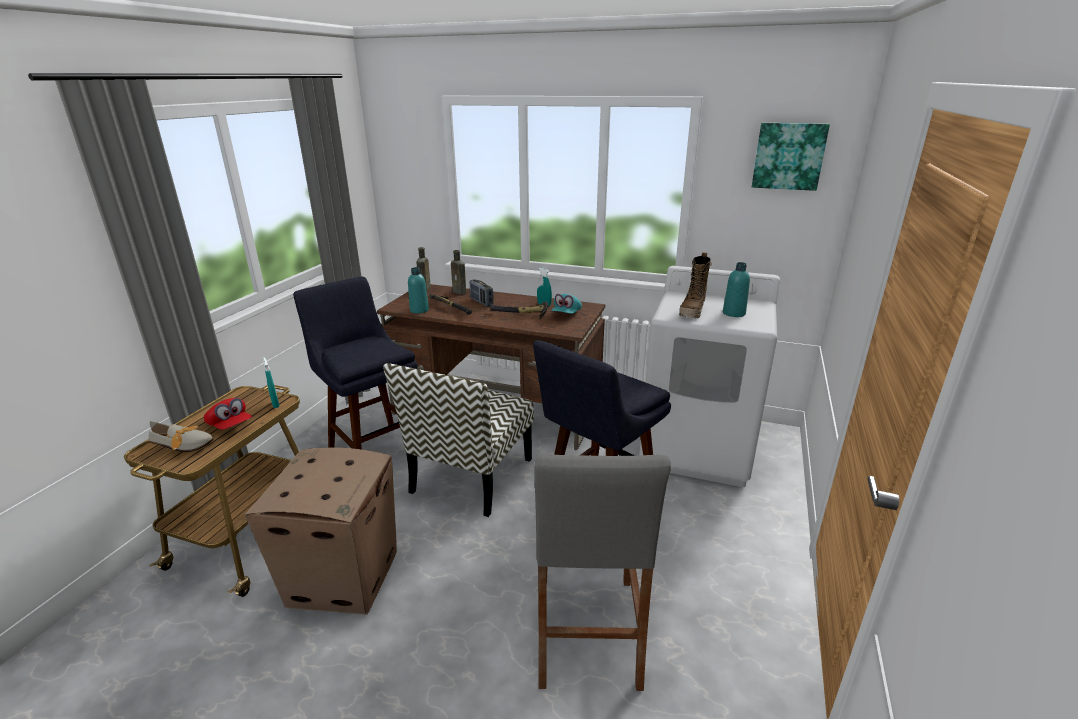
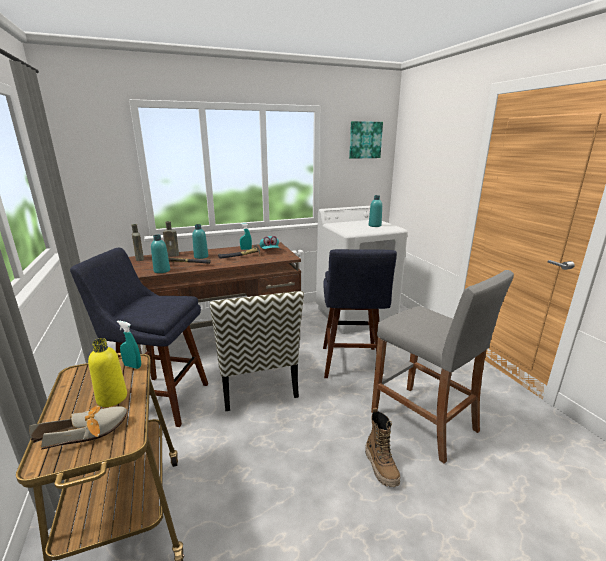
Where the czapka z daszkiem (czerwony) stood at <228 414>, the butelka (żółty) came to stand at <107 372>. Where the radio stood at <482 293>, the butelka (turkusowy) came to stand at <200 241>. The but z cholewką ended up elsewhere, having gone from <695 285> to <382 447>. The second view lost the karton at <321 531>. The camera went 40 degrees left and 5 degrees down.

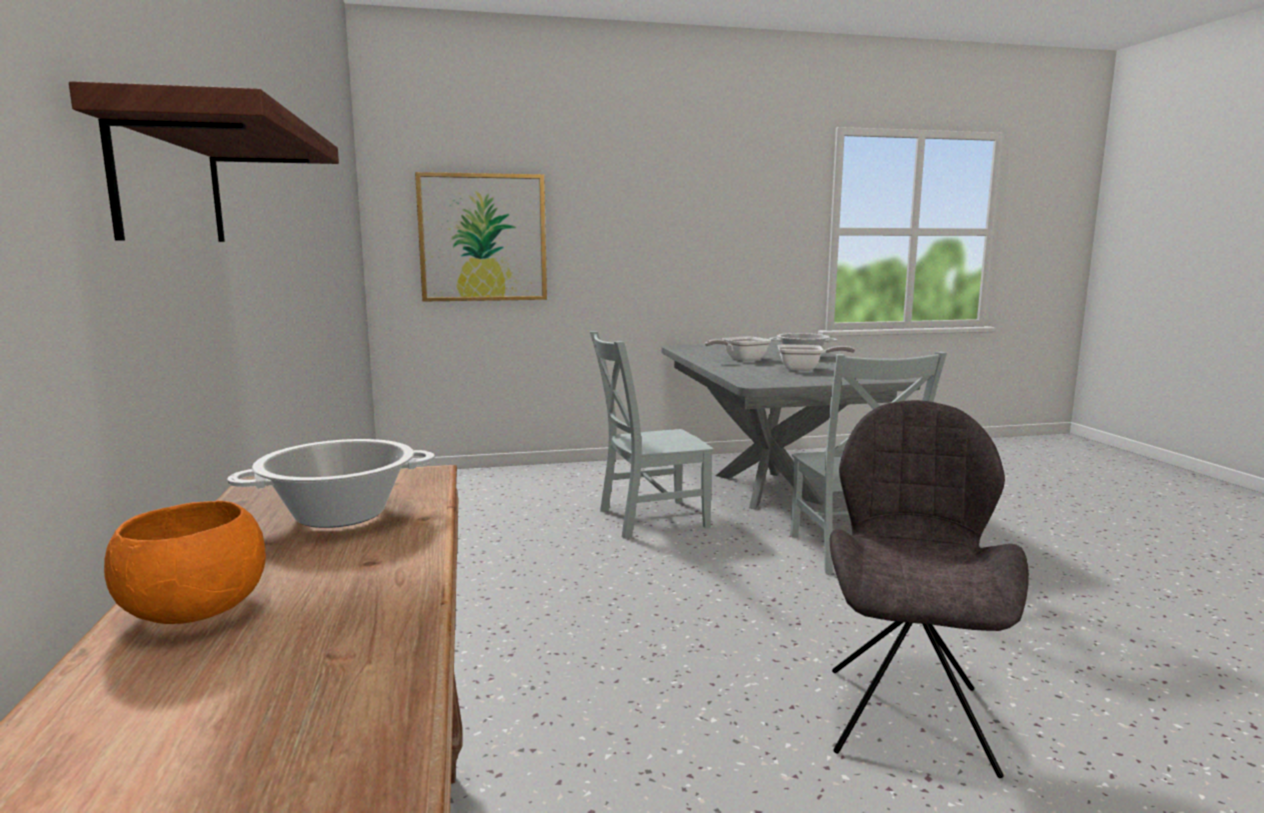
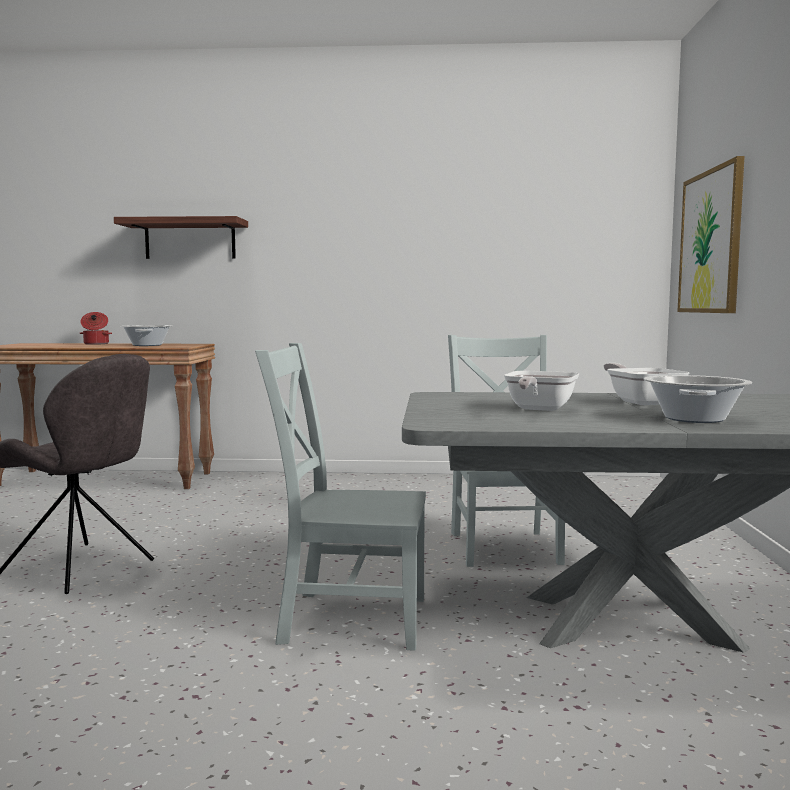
Where the miska (pomarańczowy) stood at <185 562>, the garnek came to stand at <96 328>. The camera went 105 degrees right and 5 degrees down.

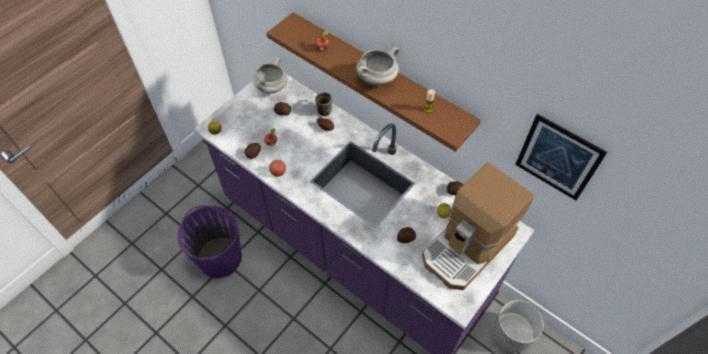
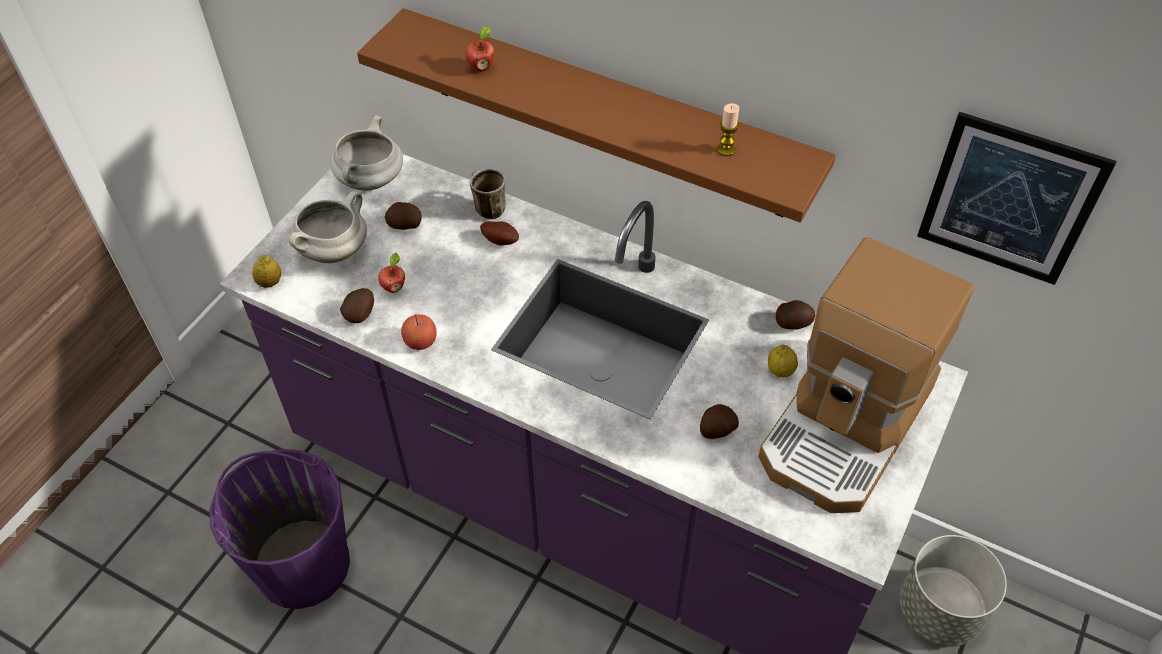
The garnek (biały) ended up elsewhere, having gone from <377 66> to <328 226>. The camera went 10 degrees left and 5 degrees down.

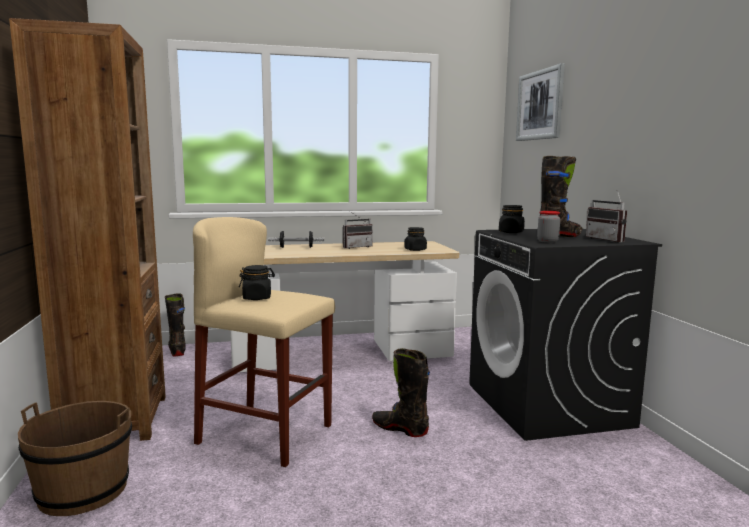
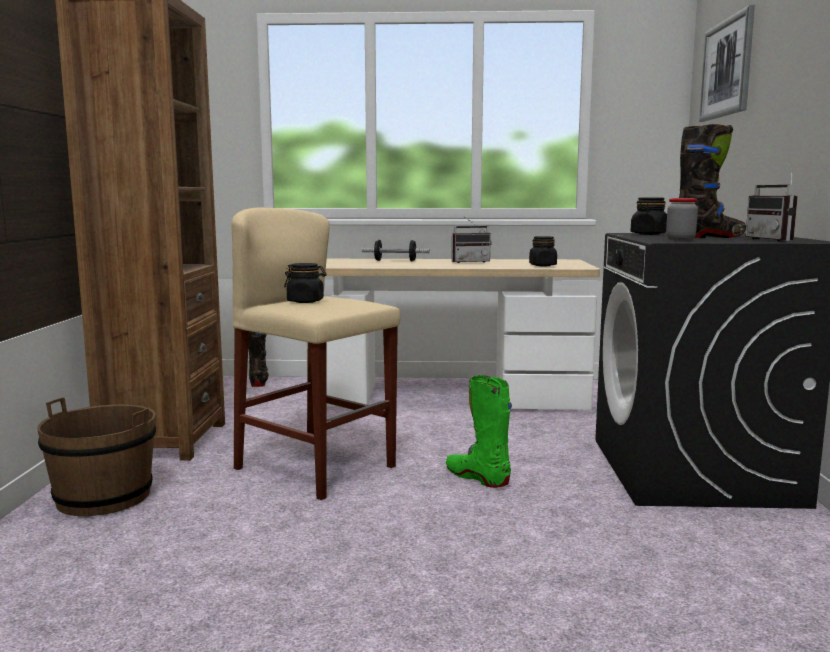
What was the but z cholewką (czarny) at <401 392> turned into the but z cholewką (zielony) at <479 431>. The camera went 15 degrees right and 0 degrees up.

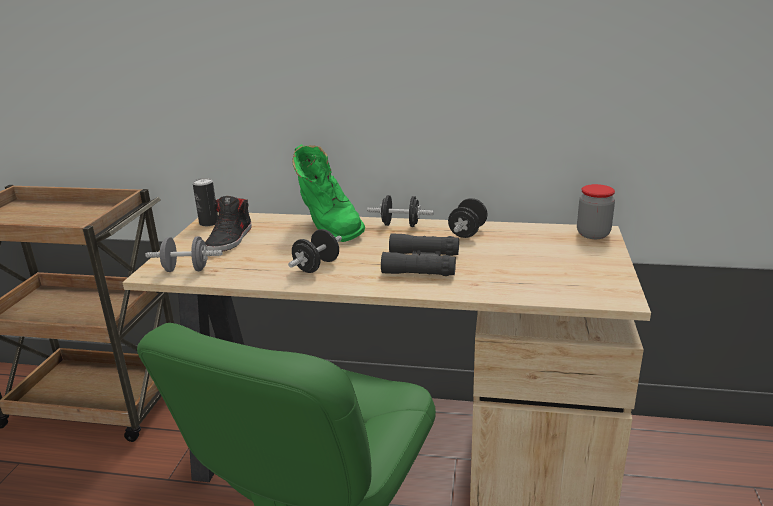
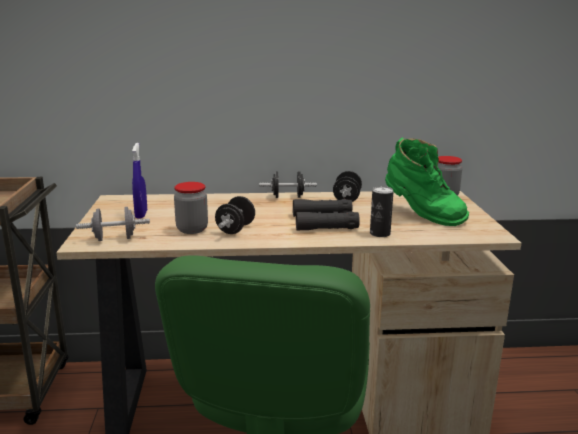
Where the but (czarny) stood at <228 224>, the spryskiwacz (niebieski) came to stand at <139 181>. The second view gained the słoik at <191 208>. The puszka ended up elsewhere, having gone from <205 202> to <382 211>. The but z cholewką (zielony) ended up elsewhere, having gone from <328 193> to <427 182>. The camera went 15 degrees left and 5 degrees down.

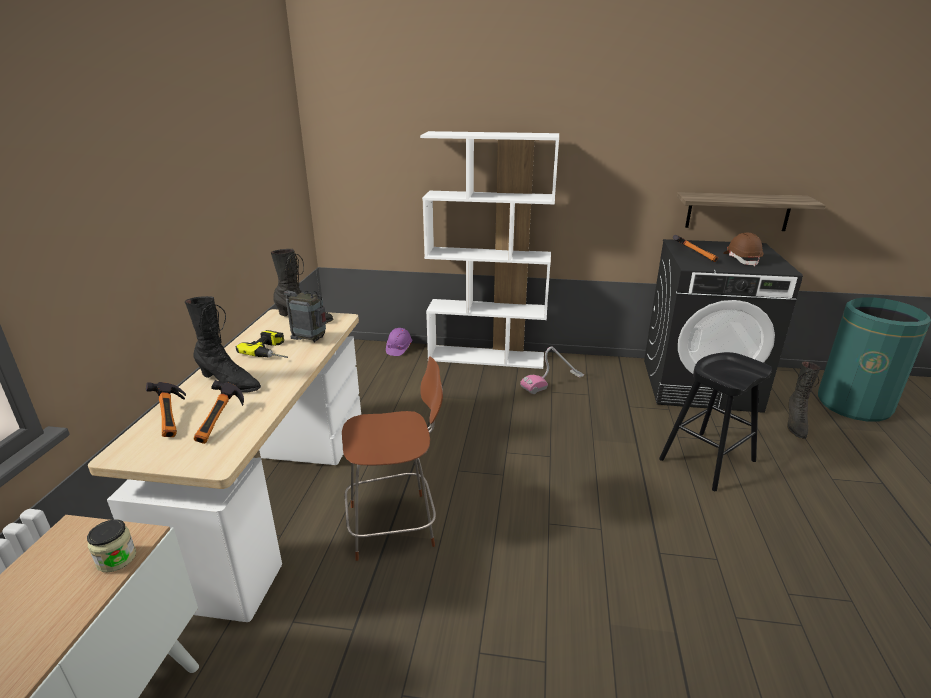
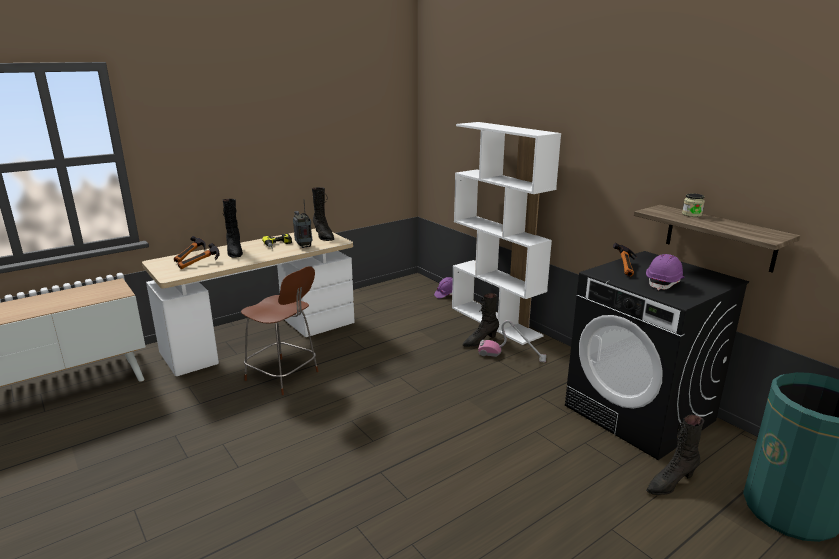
The second view gained the but z cholewką (czarny) at <480 320>. What was the kask (brązowy) at <743 250> turned into the kask (fioletowy) at <665 272>. The słoik ended up elsewhere, having gone from <111 545> to <693 205>. The second view lost the stołek (czarny) at <715 421>. The camera went 45 degrees right and 5 degrees down.

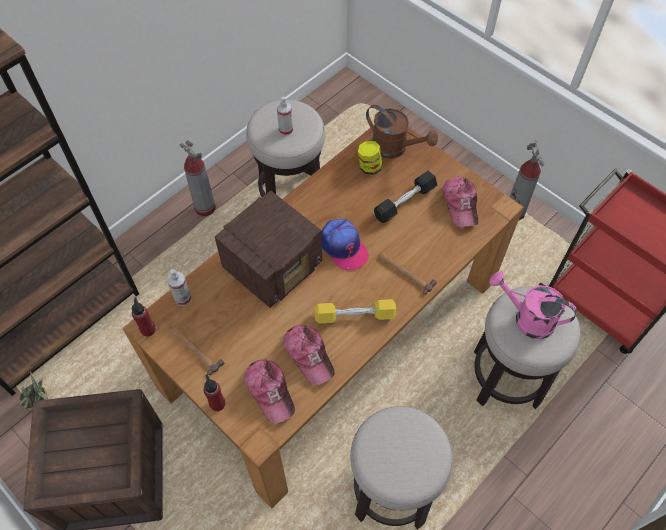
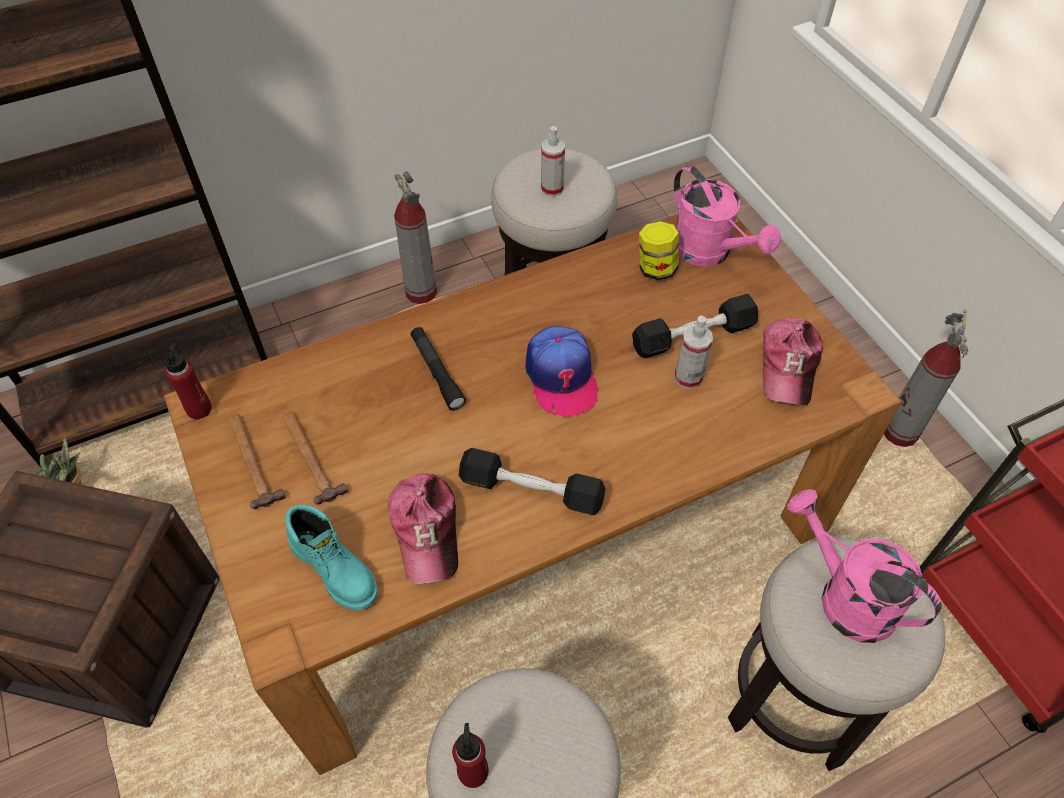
The młotek ended up elsewhere, having gone from <407 273> to <315 458>. Where the czapka z daszkiem stood at <269 391>, the but z cholewką (turkusowy) came to stand at <331 557>. Where the radio stood at <268 249>, the latarka (czarny) came to stand at <438 369>. The butelka (czerwony) ended up elsewhere, having gone from <214 393> to <470 755>. What was the hantel (żółty) at <355 311> turned into the hantel (czarny) at <532 481>. What was the konewka (brązowy) at <402 132> turned into the konewka (różowy) at <727 216>. The spryskiwacz ended up elsewhere, having gone from <179 287> to <694 352>. The camera went 20 degrees right and 5 degrees down.

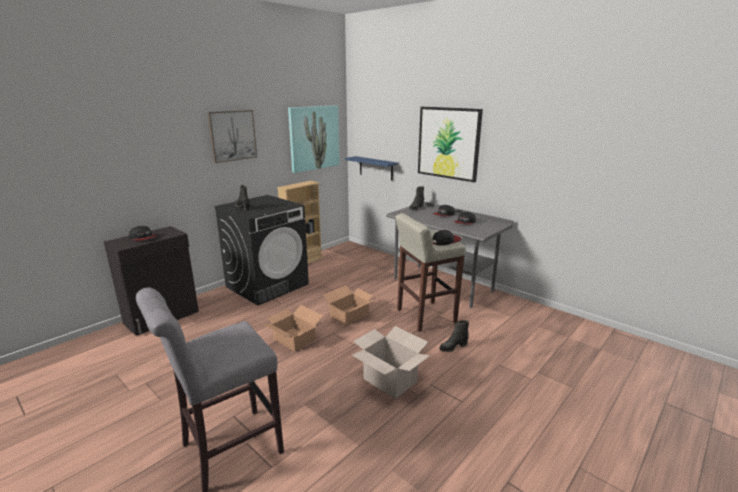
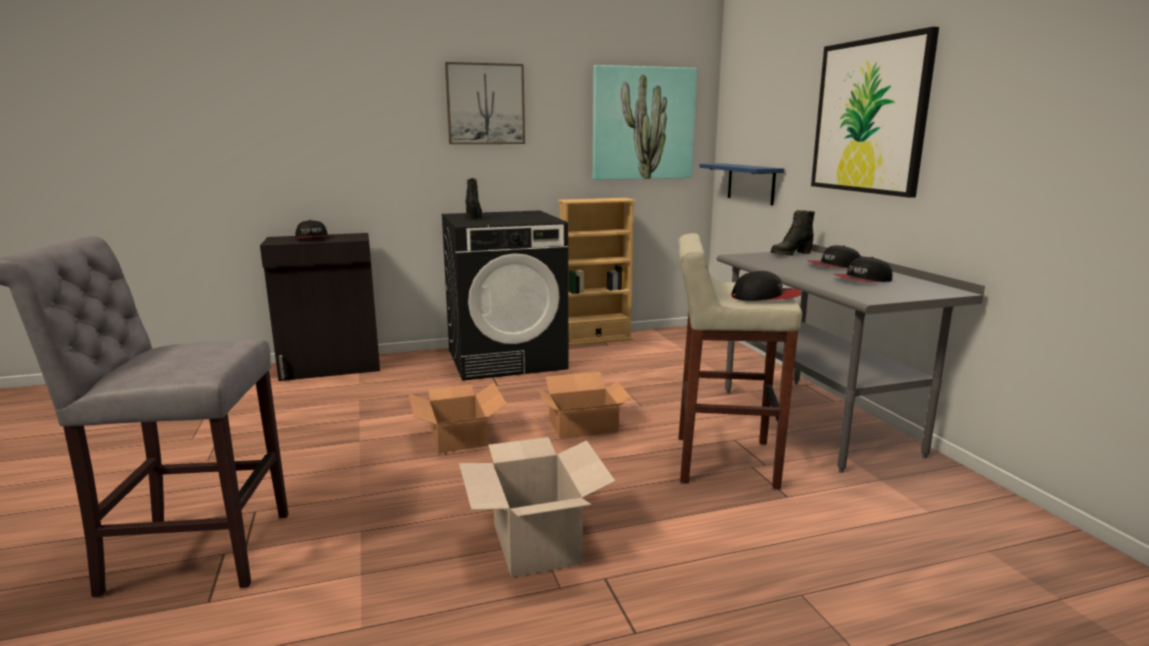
The second view lost the but z cholewką (czarny) at <454 336>. The camera went 30 degrees right and 5 degrees down.

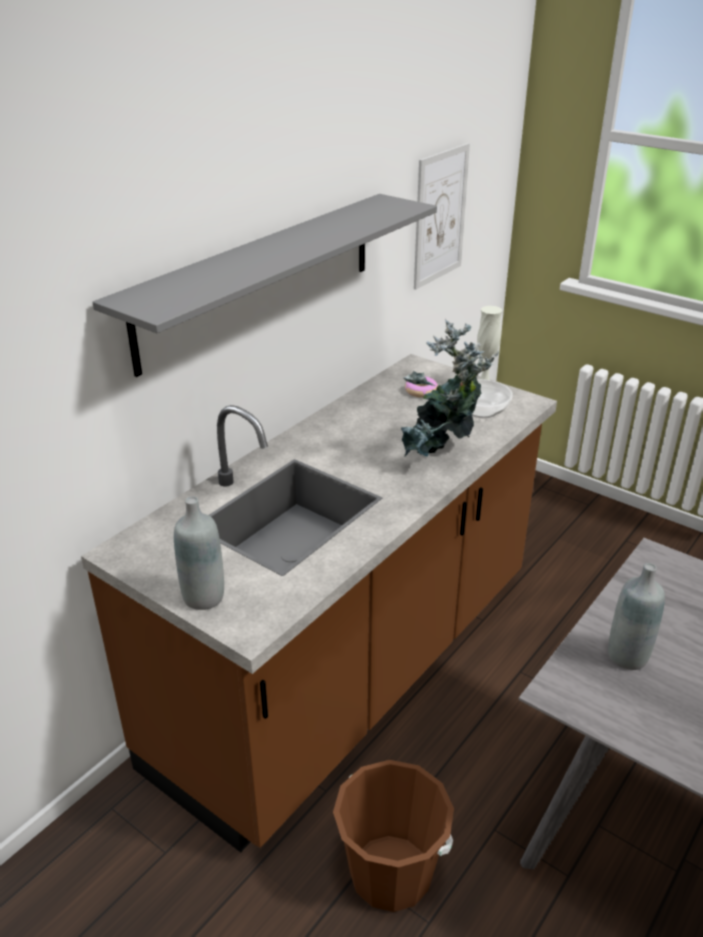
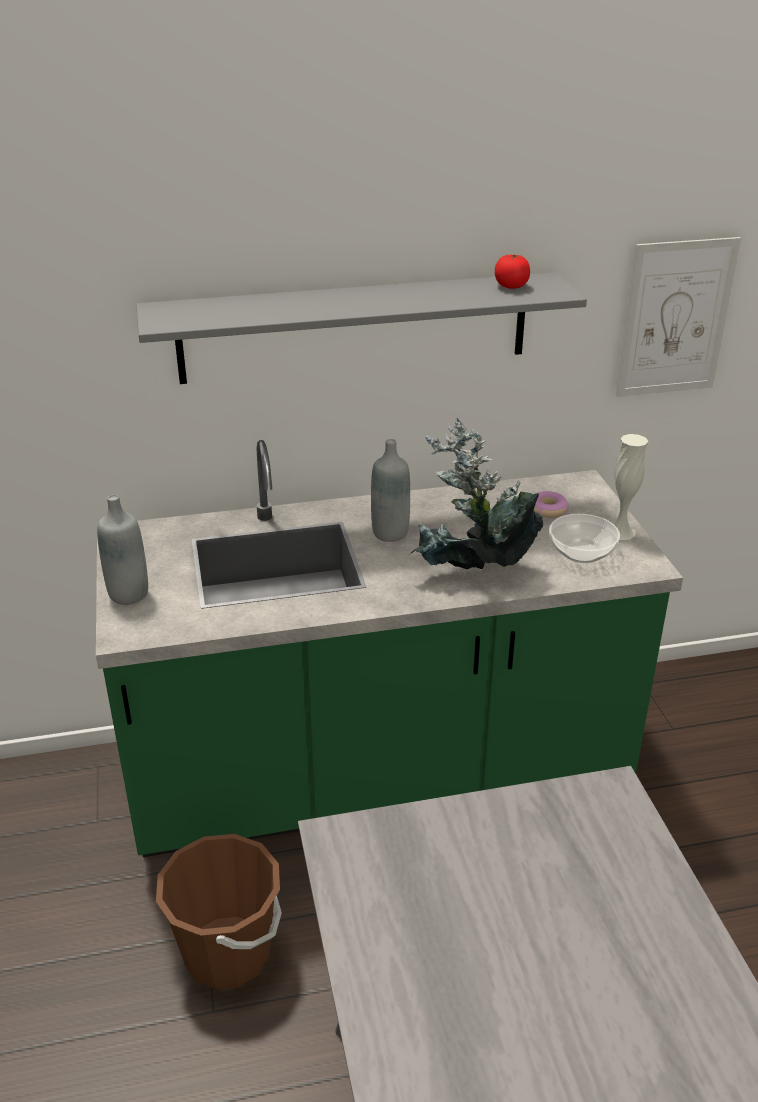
What was the zabudowa kuchenna (brązowy) at <319 603> turned into the zabudowa kuchenna (zielony) at <389 648>. The butelka (szary) ended up elsewhere, having gone from <636 616> to <390 490>. The second view gained the pomidor at <512 271>. The camera went 40 degrees right and 0 degrees up.

